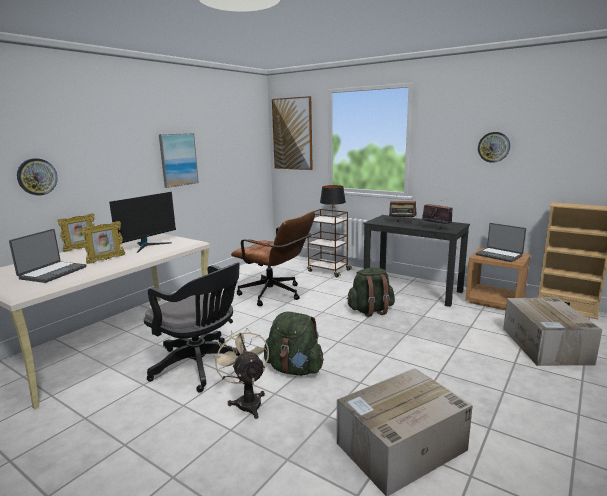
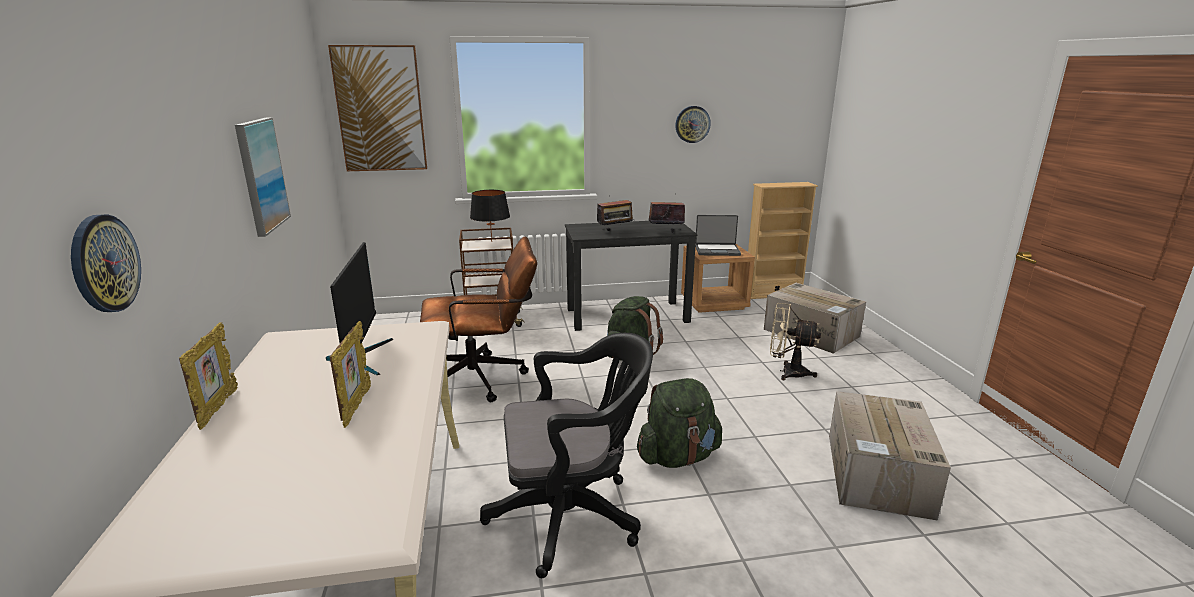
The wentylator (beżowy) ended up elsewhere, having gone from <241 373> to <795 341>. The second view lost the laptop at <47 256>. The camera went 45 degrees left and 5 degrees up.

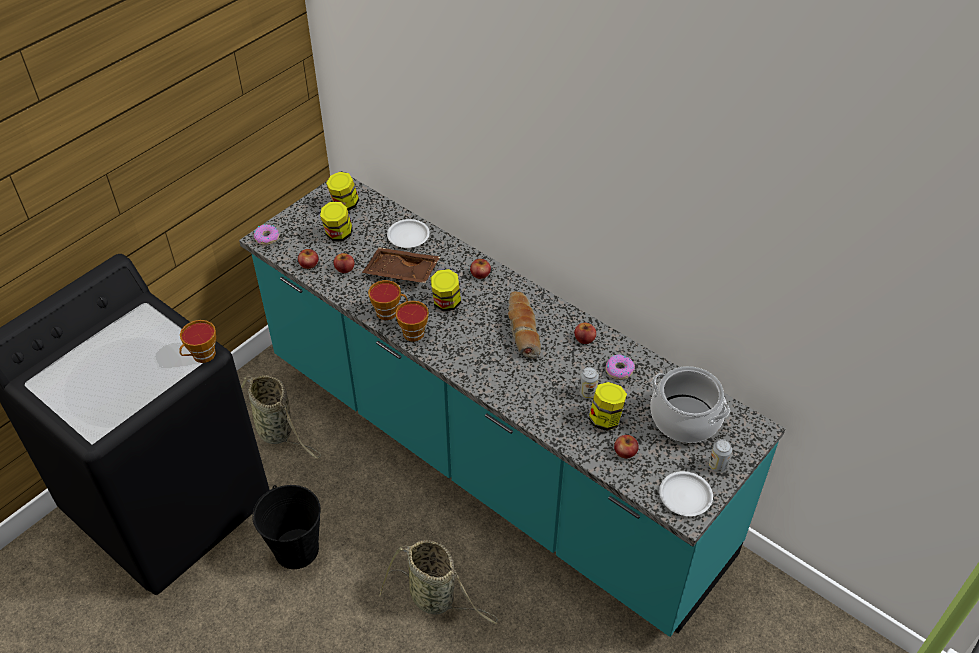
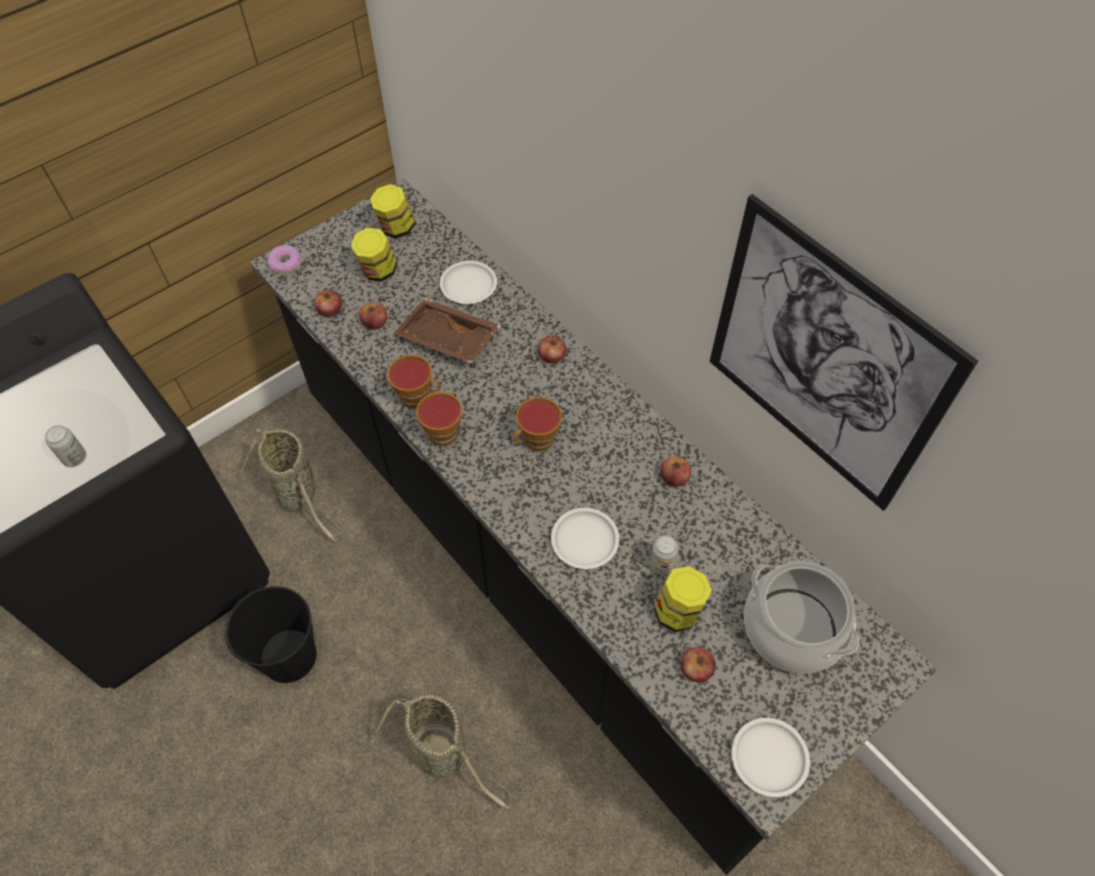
The puszka ended up elsewhere, having gone from <720 455> to <66 446>. What was the zabudowa kuchenna (turkusowy) at <512 404> turned into the zabudowa kuchenna (czarny) at <593 527>. The filiżanka ended up elsewhere, having gone from <197 341> to <537 424>. The second view gained the talerz (biały) at <585 538>. The second view gained the obraz at <844 352>. The second view lost the słoik at <446 290>. The second view lost the chleb at <524 325>. The second view lost the donut at <620 367>. The camera went 10 degrees right and 10 degrees up.

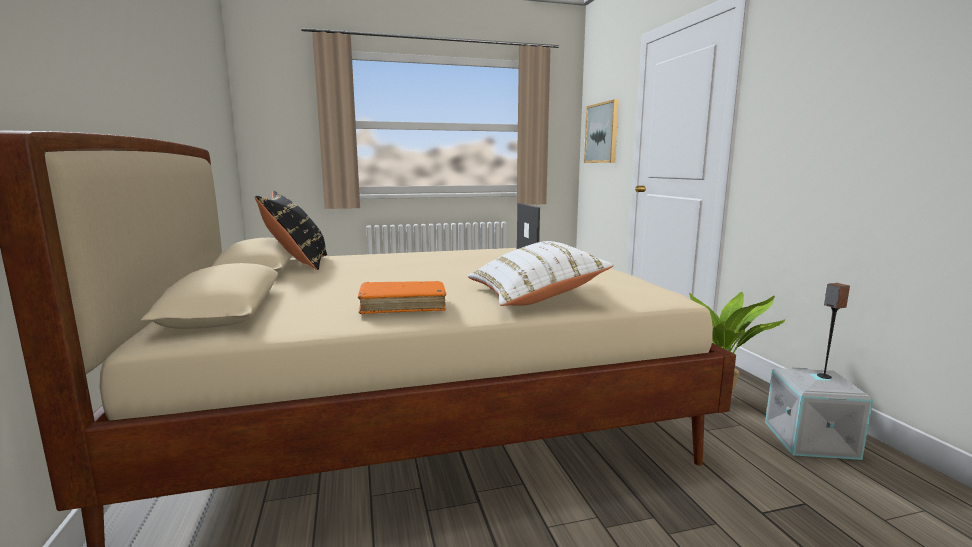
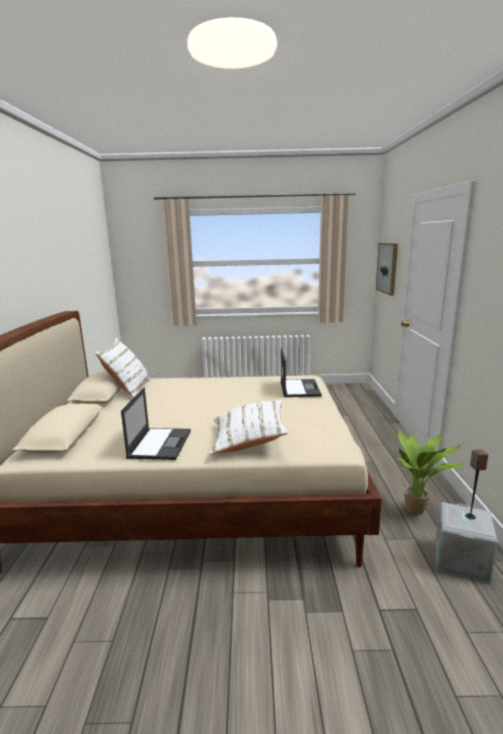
What was the poduszka (czarny) at <291 230> turned into the poduszka (biały) at <123 368>. Where the książka (pomarańczowy) stood at <402 297>, the laptop came to stand at <156 423>. The camera went 15 degrees right and 5 degrees up.

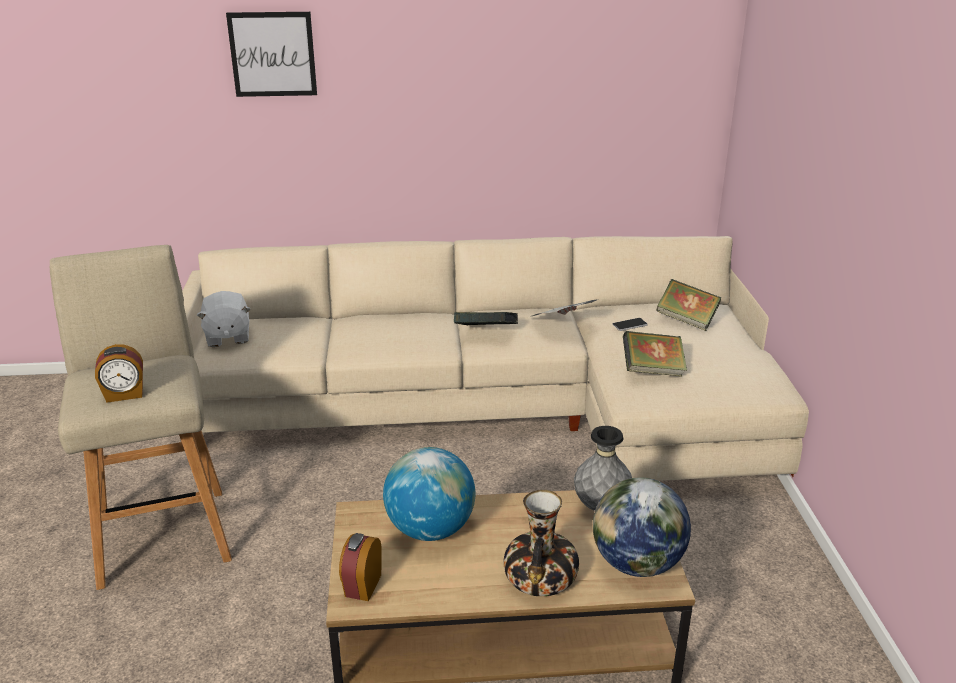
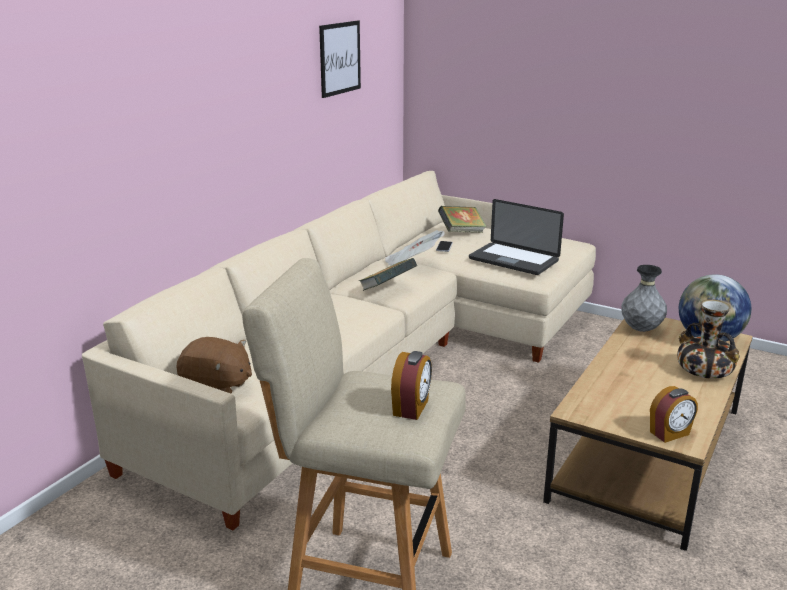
What was the pluszak (biały) at <223 319> turned into the pluszak (brązowy) at <214 365>. The obraz ended up elsewhere, having gone from <271 54> to <340 59>. Where the książka stood at <655 354>, the laptop came to stand at <516 237>. The budzik at <360 567> ended up facing another way, 75 degrees counterclockwise from before. The second view lost the globus at <429 494>. The camera went 55 degrees left and 5 degrees down.

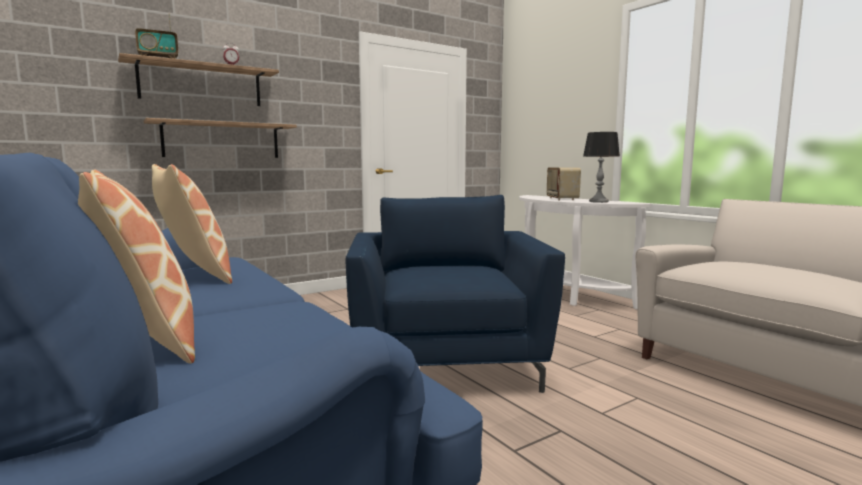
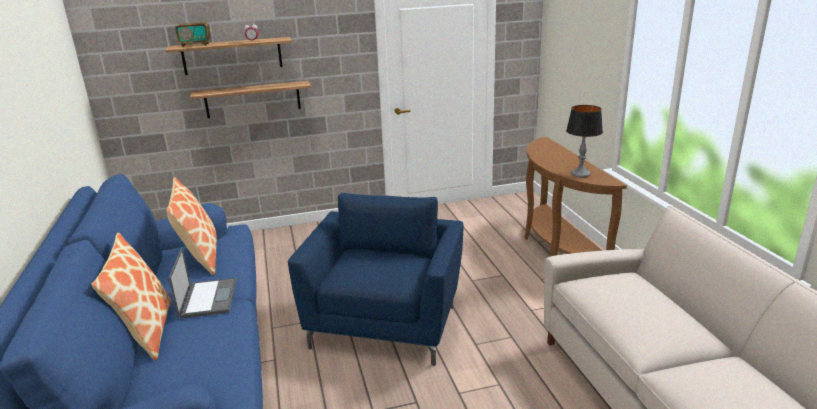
The second view gained the laptop at <202 283>. What was the stolik konsolowy (biały) at <585 252> turned into the stolik konsolowy (brązowy) at <575 197>. The second view lost the radio at <563 183>. The camera went 20 degrees right and 15 degrees up.

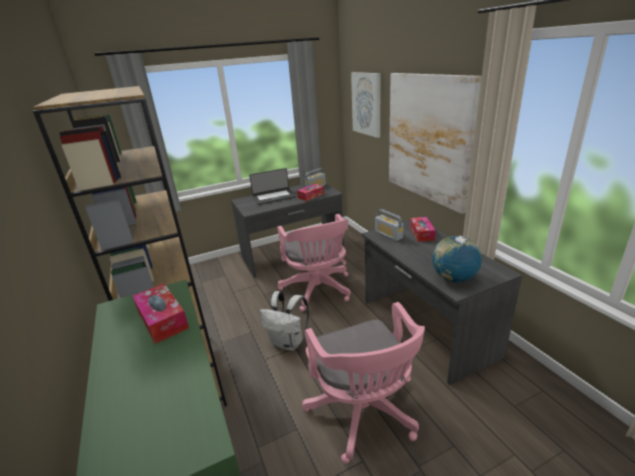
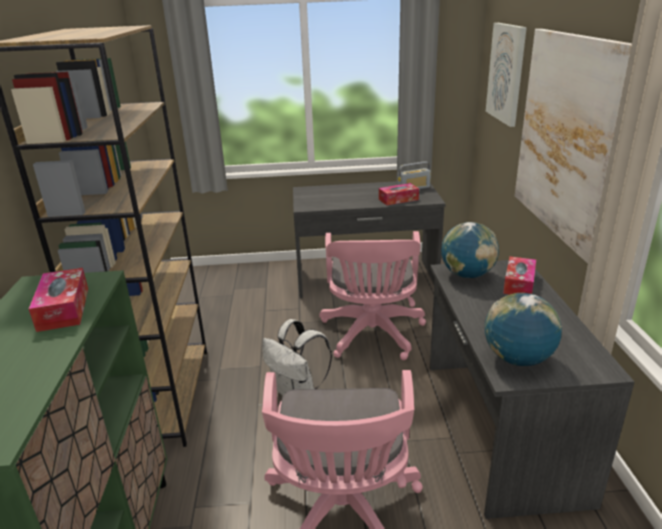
Where the radio stood at <389 225>, the globus came to stand at <470 250>. The second view lost the laptop at <272 186>. The camera went 20 degrees right and 0 degrees up.

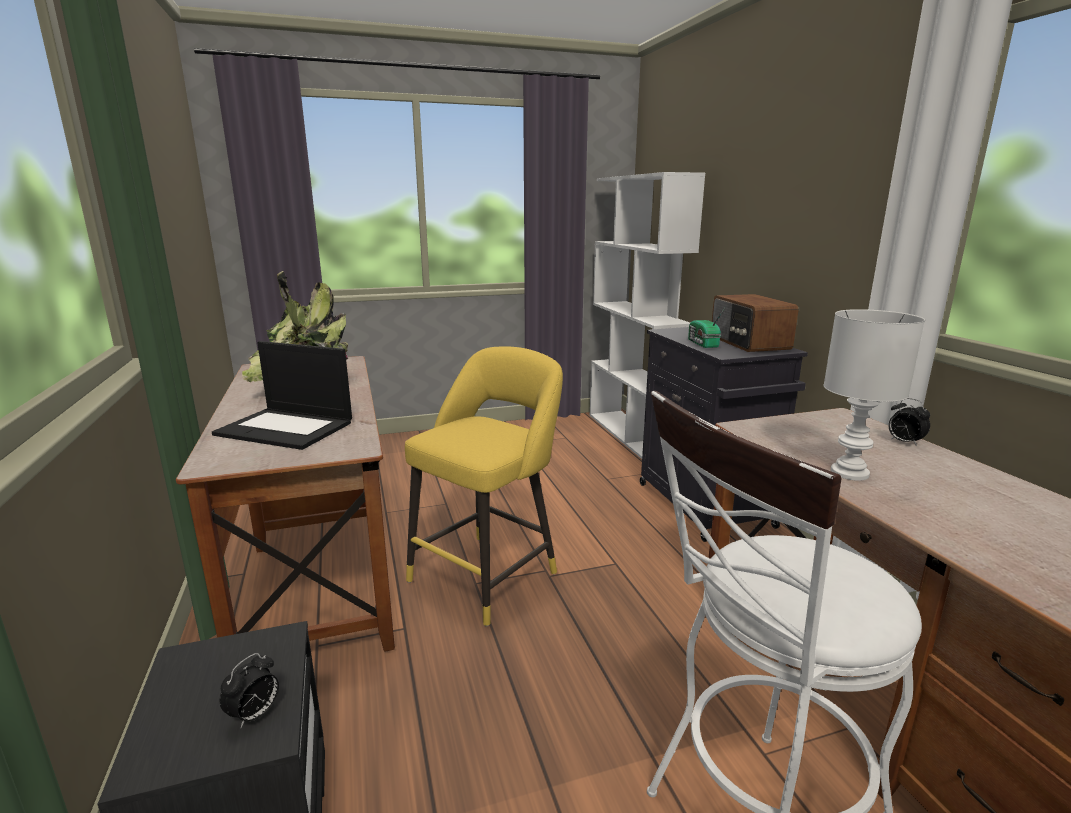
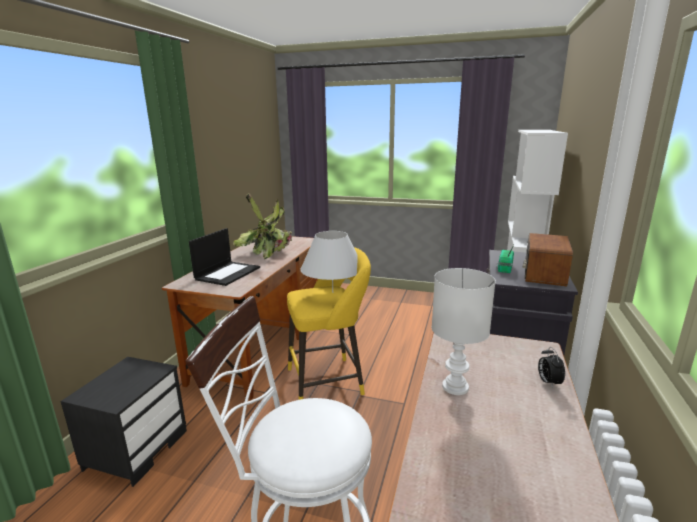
The laptop at <282 395> ended up facing another way, 120 degrees counterclockwise from before. The second view gained the lampa stołowa (biały) at <329 262>. The second view lost the budzik at <249 690>. The camera went 35 degrees right and 0 degrees up.

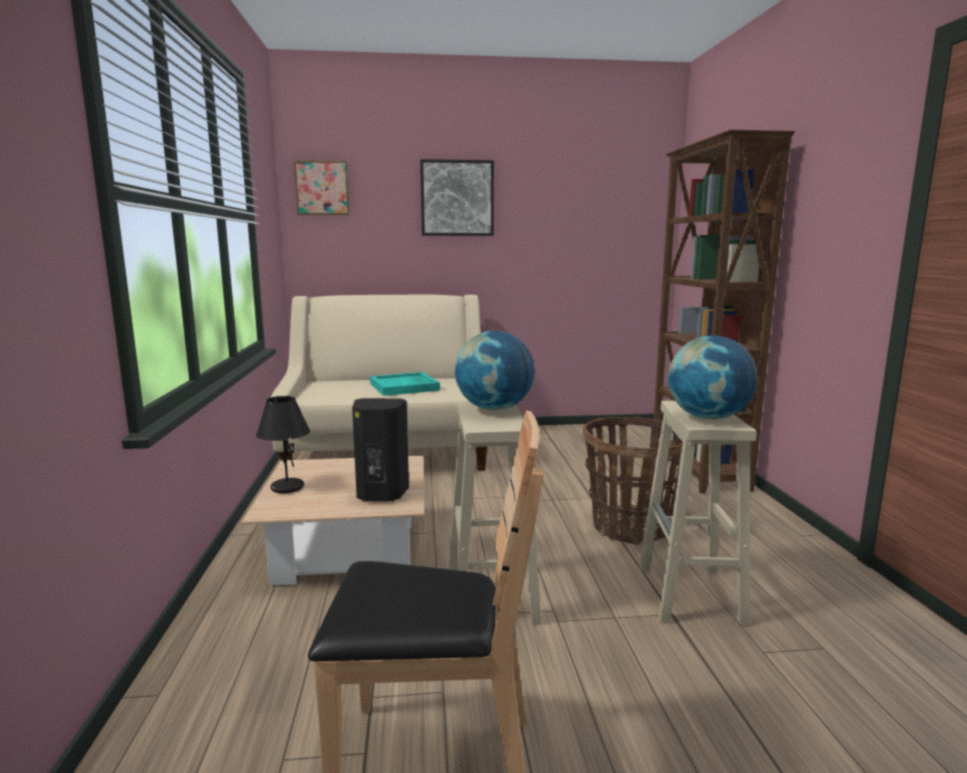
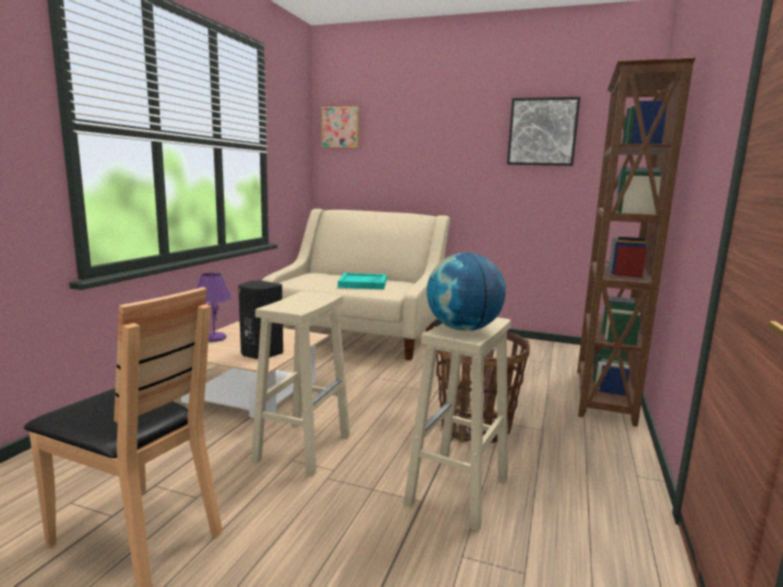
What was the lampa stołowa (czarny) at <283 444> turned into the lampa stołowa (fioletowy) at <214 307>. The obraz ended up elsewhere, having gone from <457 197> to <543 131>. The second view lost the globus at <495 370>. The camera went 25 degrees right and 0 degrees up.

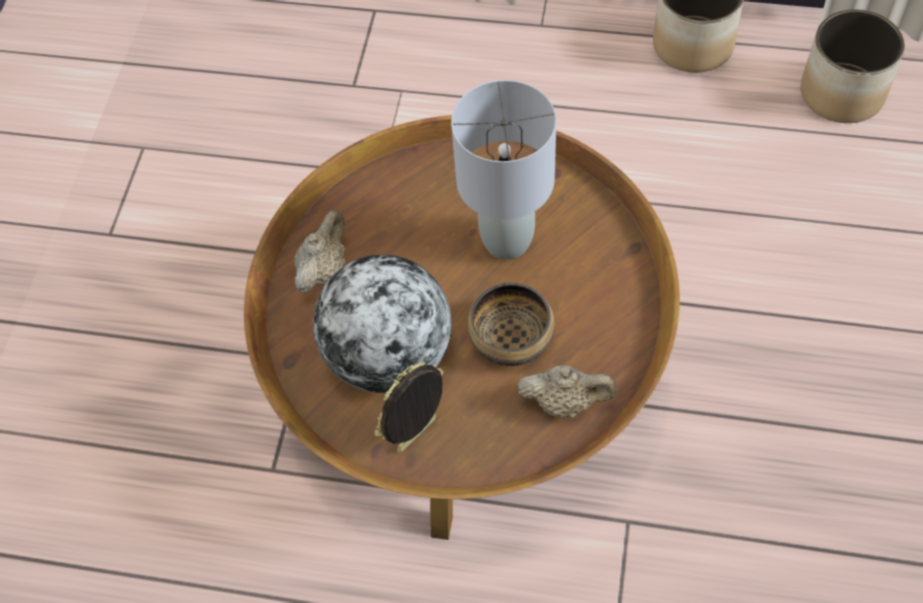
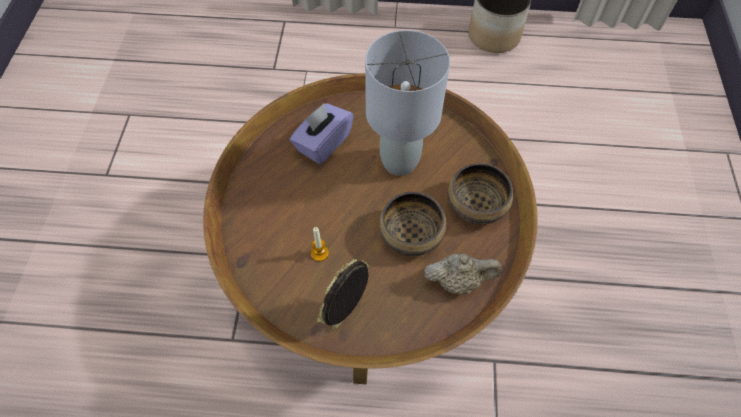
The second view gained the pudełko chusteczek (fioletowy) at <321 133>. Where the globus stood at <382 324>, the świeca came to stand at <320 244>. The second view gained the miska at <480 194>. The second view lost the imbryk (beżowy) at <319 251>. The second view lost the donica at <853 66>. The camera went 10 degrees left and 0 degrees up.

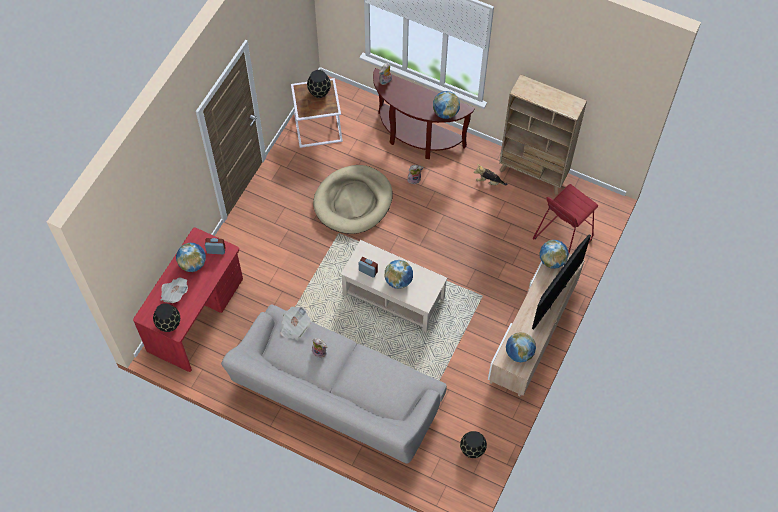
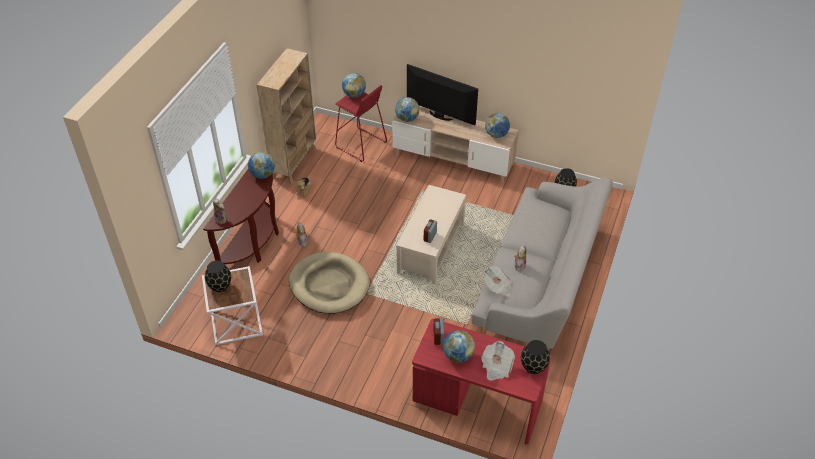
The globus ended up elsewhere, having gone from <399 274> to <354 85>. The camera went 95 degrees left and 15 degrees down.

